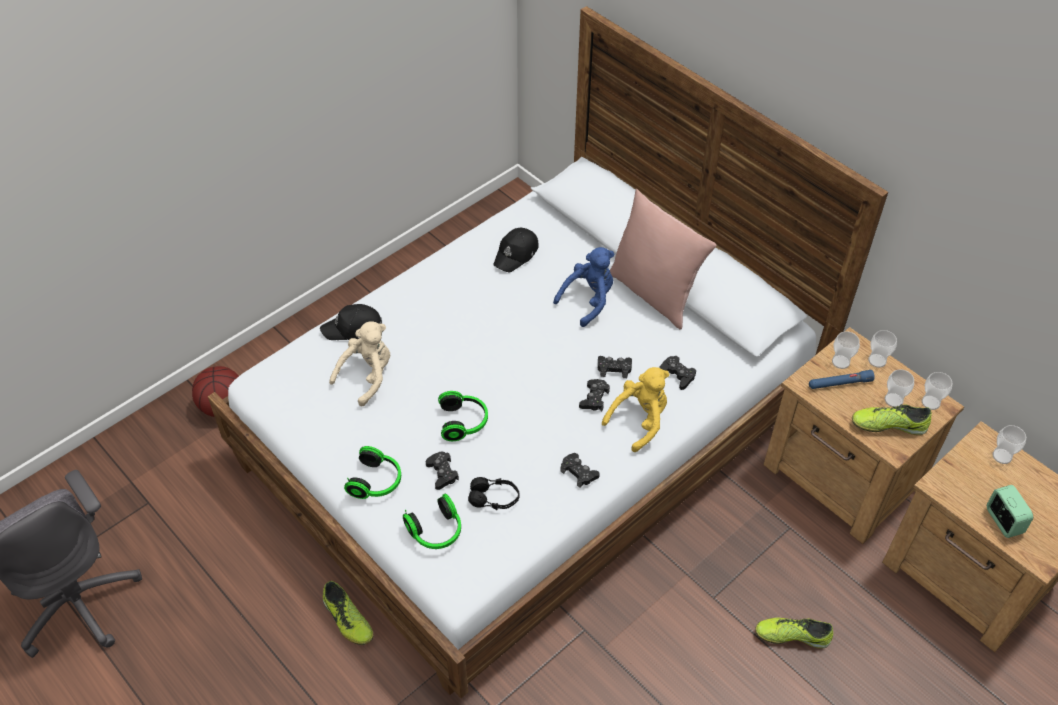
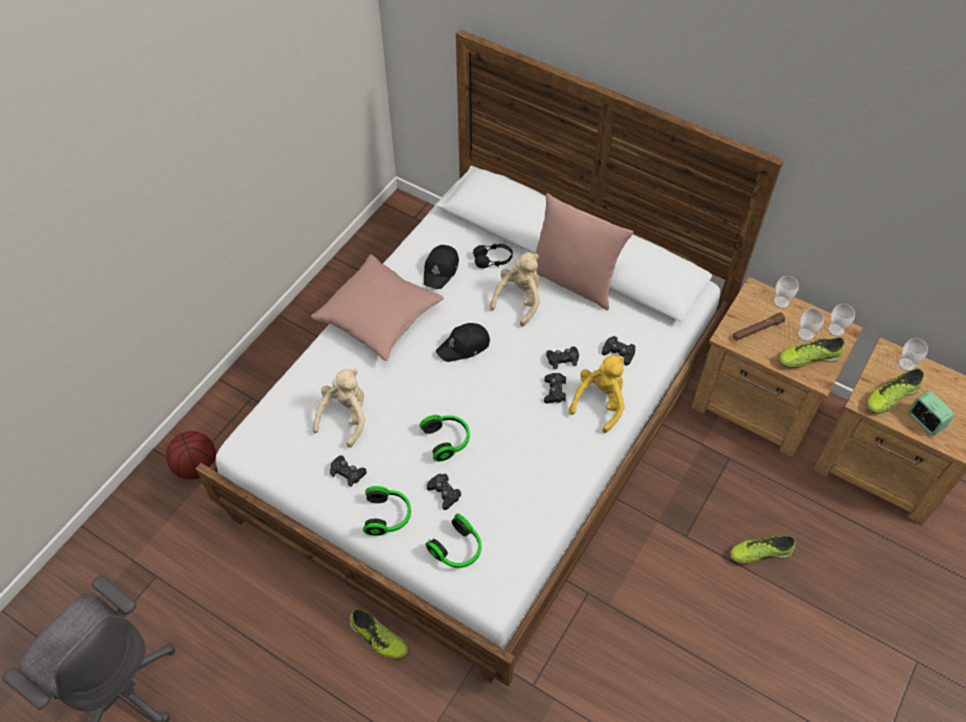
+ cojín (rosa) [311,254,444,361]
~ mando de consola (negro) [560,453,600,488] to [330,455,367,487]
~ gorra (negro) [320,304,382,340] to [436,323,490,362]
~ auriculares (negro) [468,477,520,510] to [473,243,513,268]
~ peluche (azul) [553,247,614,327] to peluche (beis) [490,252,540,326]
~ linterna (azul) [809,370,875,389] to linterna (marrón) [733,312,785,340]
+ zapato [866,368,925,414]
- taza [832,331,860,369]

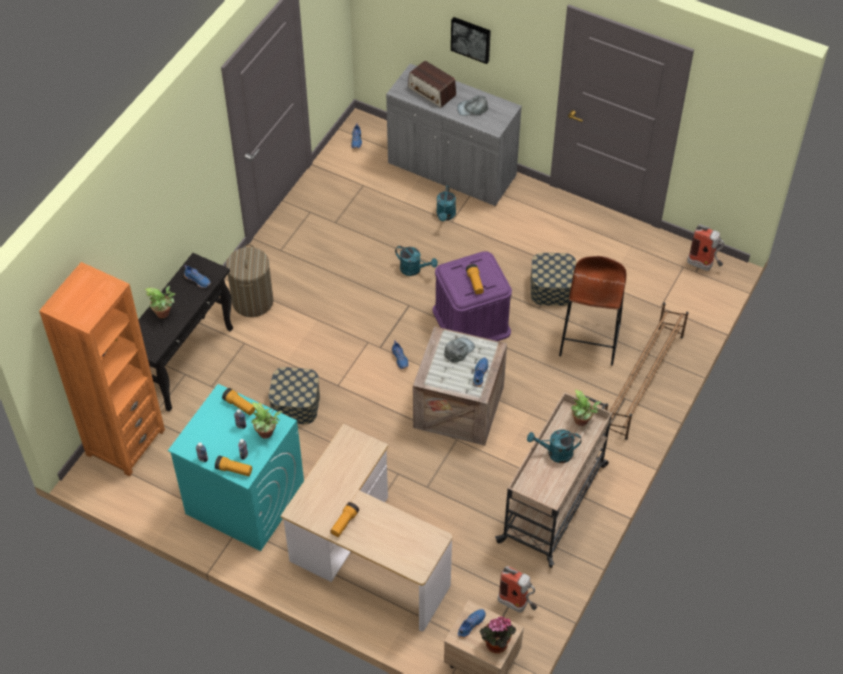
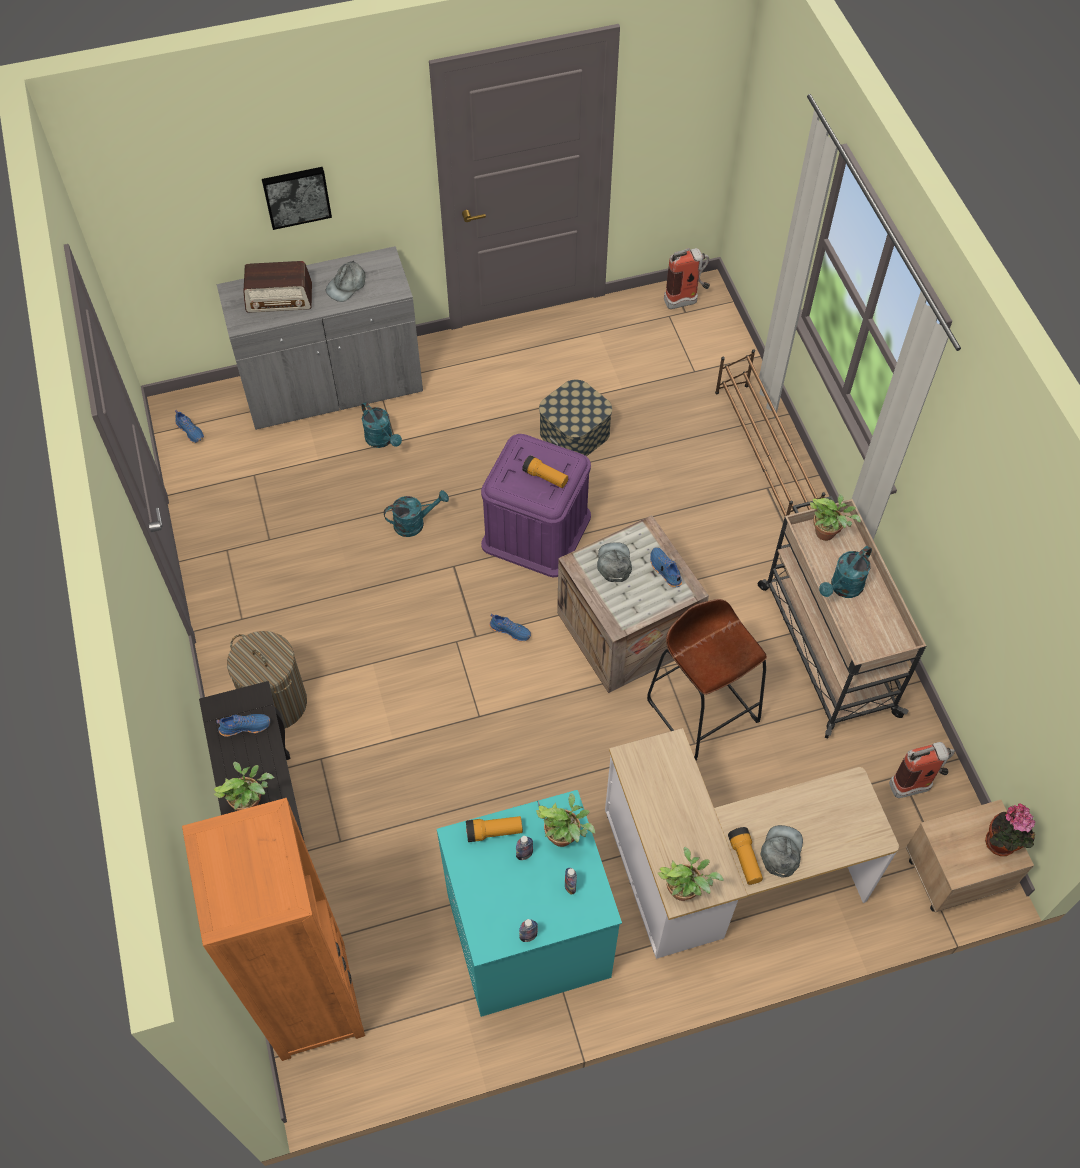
~ taburete (marrón) [559,256,626,366] to [647,599,767,760]
+ planta en maceta [658,847,724,901]
+ gorra (gris) [761,825,803,878]
- linterna [215,456,252,476]
- caja de almacenaje [269,367,320,424]
- zapato (azul) [458,609,486,639]

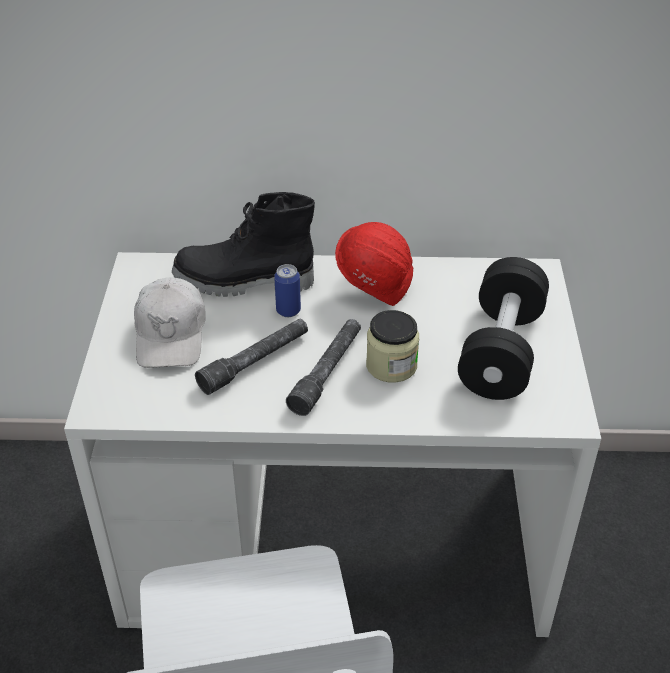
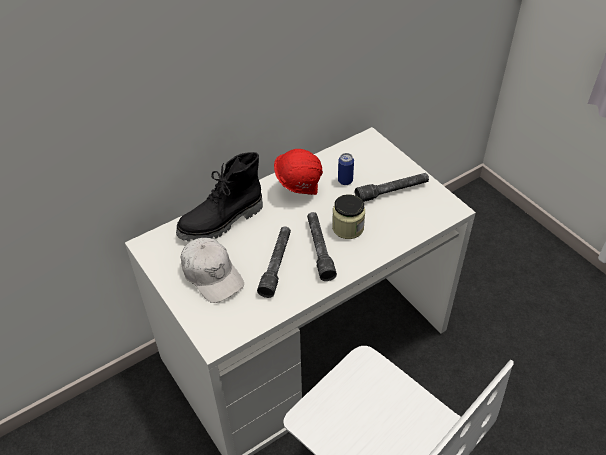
~ lata [274,264,301,317] to [338,153,354,185]
~ mancuerna (negro) [458,257,549,400] to linterna (gris) [355,173,429,202]

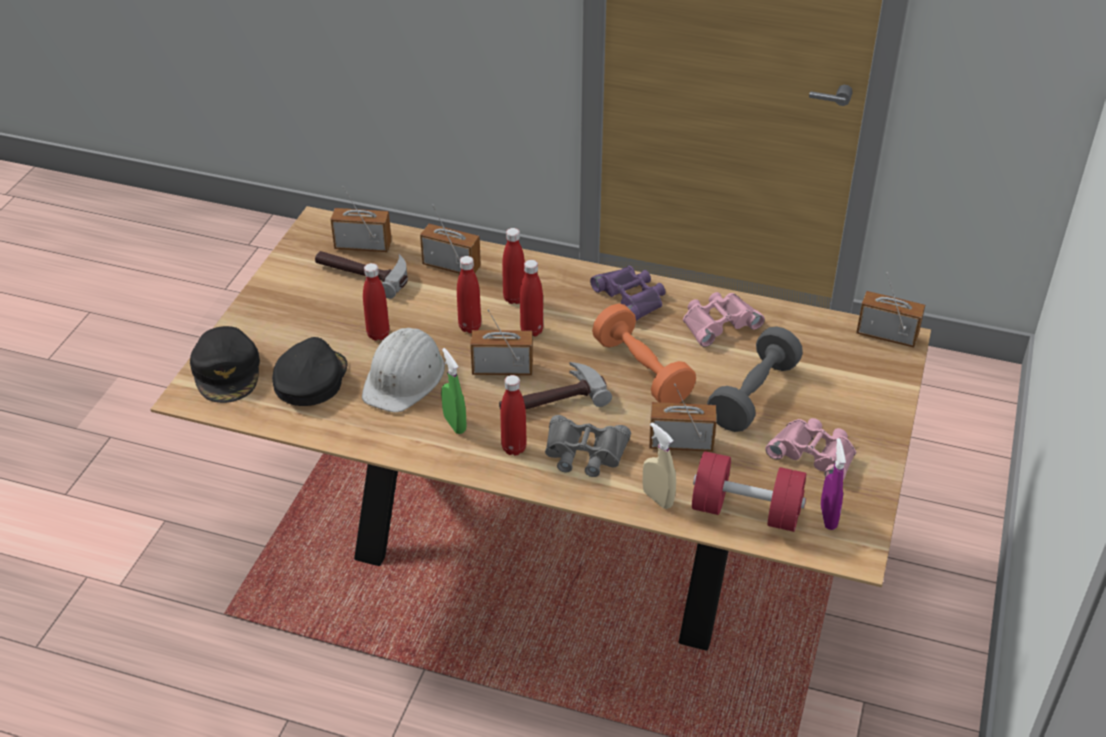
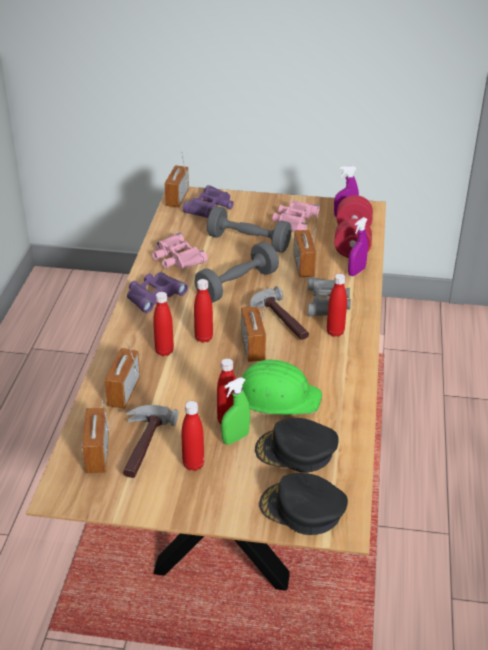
~ botella (rojo) [457,256,481,333] to [182,401,204,471]
+ prismáticos (morado) [183,185,234,218]
~ mancuerna (naranja) [592,304,696,403] to mancuerna (gris) [195,241,279,303]
~ pulverizador (verde) [441,348,466,434] to [221,378,250,445]
~ casco (blanco) [362,328,445,412] to casco (verde) [241,360,322,415]
~ gorra (negro) [190,326,260,403] = [259,473,348,535] 135 degrees counterclockwise
~ pulverizador (beis) [643,422,676,509] to pulverizador (morado) [348,217,368,276]

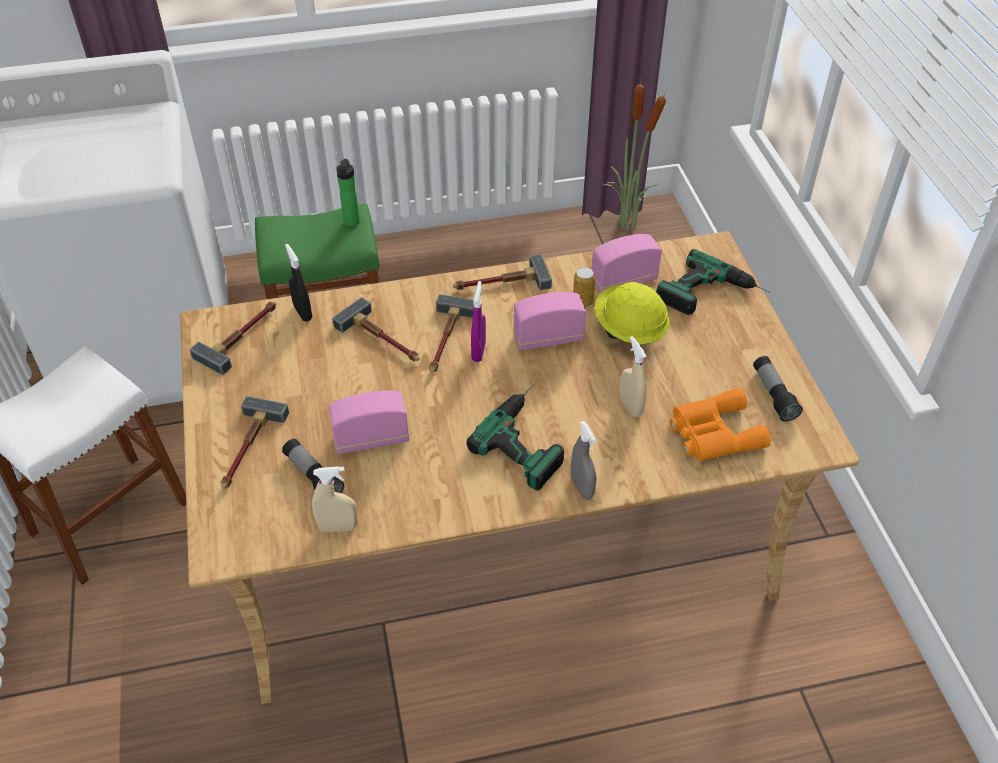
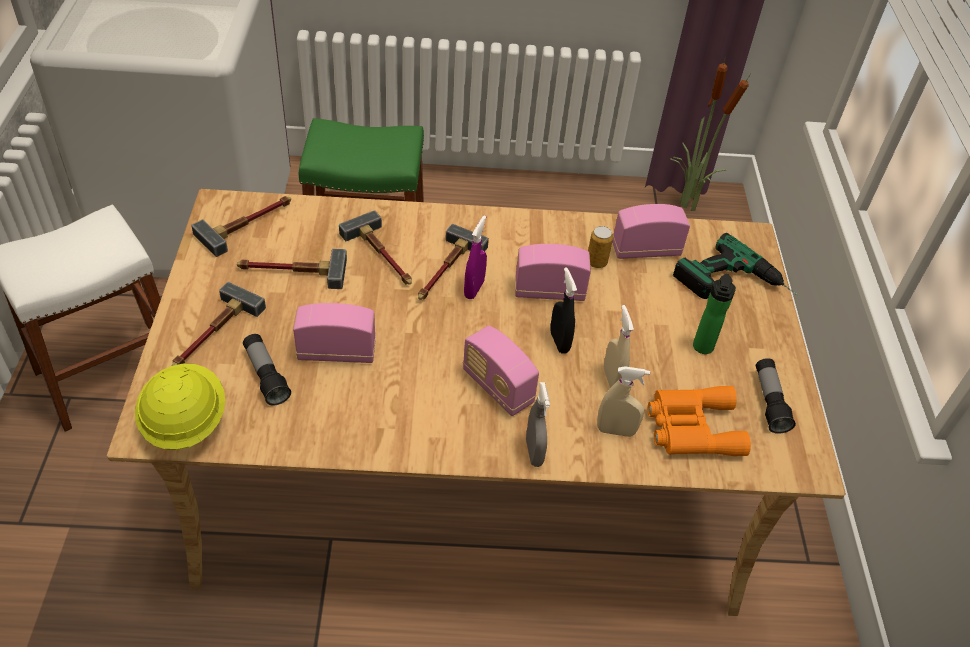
~ casco (amarillo) [595,282,670,344] to [135,363,225,450]
~ martillo [453,254,552,290] to [237,249,347,289]
~ taladro [467,384,564,491] to radio [463,326,539,416]
~ pulverizador (negro) [285,244,312,322] to [550,267,577,354]
~ pulverizador (beis) [312,466,358,532] to [597,366,650,437]
~ botella [336,159,360,227] to [693,274,736,354]

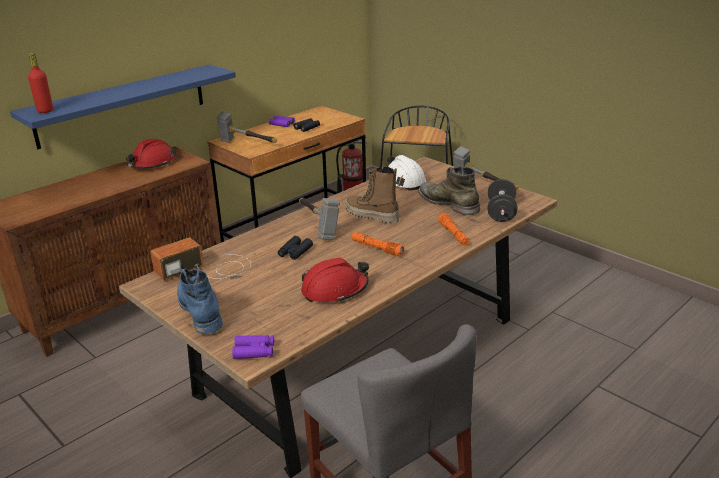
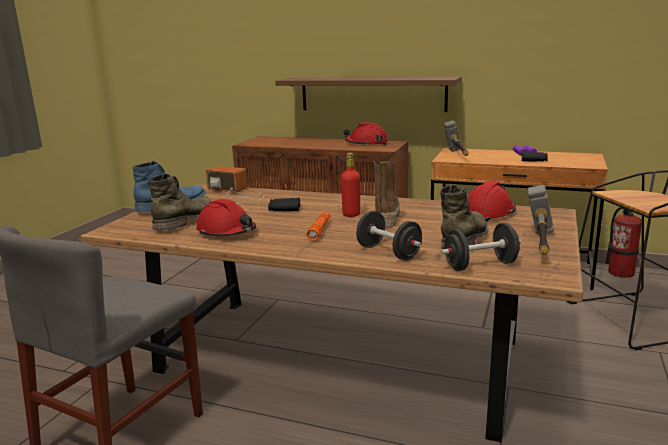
+ bota (verde) [148,173,211,231]
~ estante (azul) [10,64,236,149] to estante (marrón) [275,76,462,112]
~ botella (rojo) [28,53,53,113] to [341,153,360,217]
~ linterna (naranja) [438,213,469,246] to mancuerna (negro) [356,211,422,260]
~ casco (blanco) [386,155,426,191] to casco (rojo) [467,180,516,221]
- prismáticos (morado) [232,335,274,359]
- martillo [299,198,340,240]

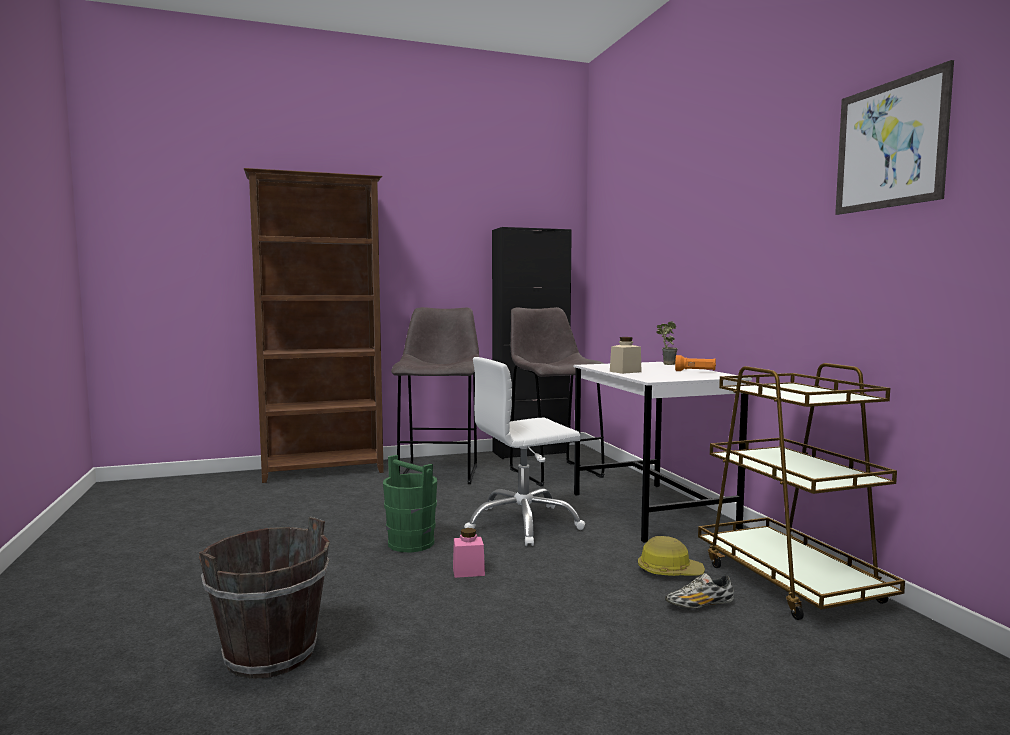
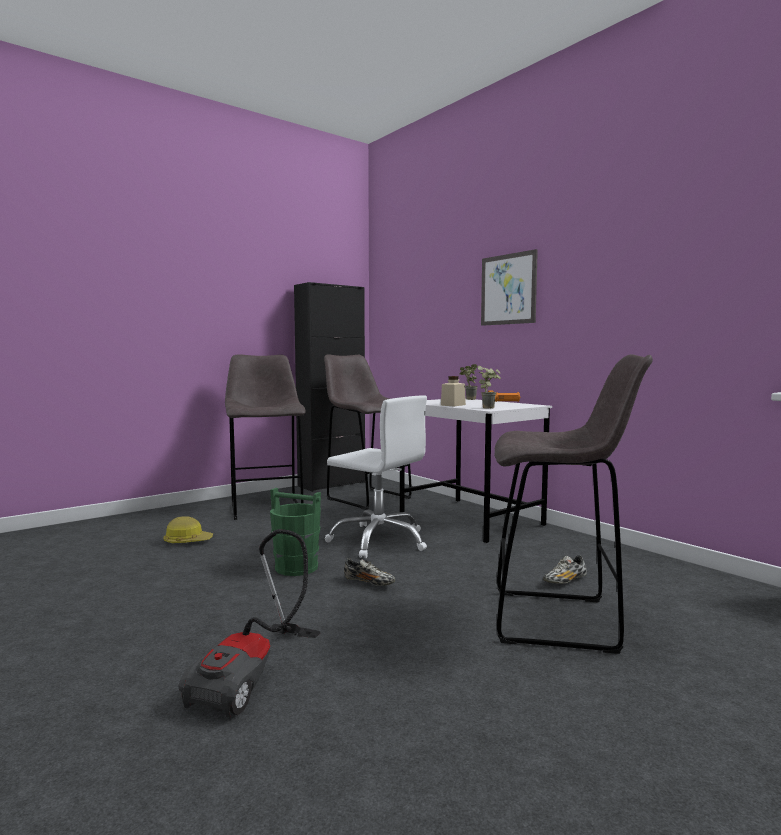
~ casco [638,536,705,576] to [163,516,213,544]
~ cubo (marrón) [199,517,330,679] to aspiradora [178,529,320,718]
~ silla de oficina (blanco) [464,357,585,546] = [325,395,427,558] 105 degrees counterclockwise
~ tarro (rosa) [453,528,485,578] to zapato [344,558,395,586]
+ planta en maceta [477,366,501,409]
~ cuadro [835,60,954,215] to [481,249,538,326]
+ taburete (gris) [494,354,653,654]
- estantería (marrón) [244,168,384,483]
- carrito (marrón) [698,363,905,620]

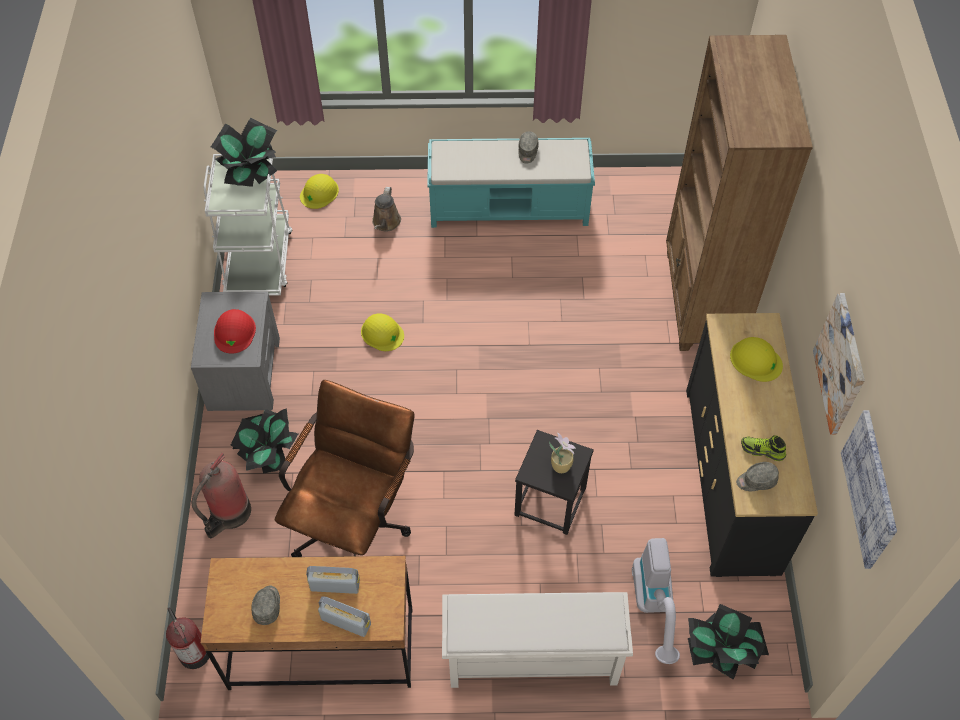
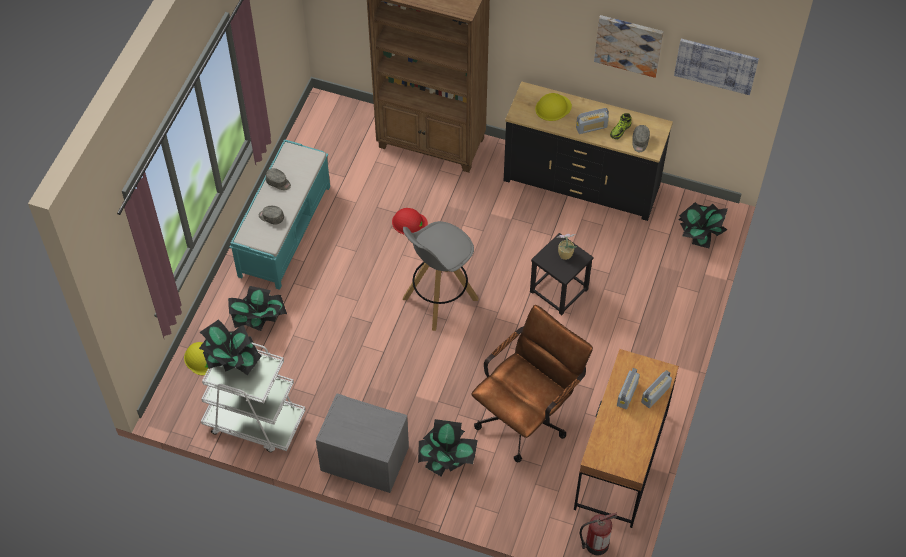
~ regadera (marrón) [372,187,401,231] to planta en maceta [228,286,287,331]
~ gorra (gris) [251,585,280,625] to [259,206,284,225]
~ casco (rojo) [214,309,256,354] to [392,208,428,235]
+ taburete (gris) [403,221,478,331]
~ silla de oficina (marrón) [274,380,414,557] = [471,305,593,462] 90 degrees clockwise
+ radio [576,108,609,134]
- extintor [192,453,251,538]
- casco (amarillo) [361,313,404,351]
- zapatero (blanco) [442,592,633,688]
- aspiradora [632,538,680,664]

